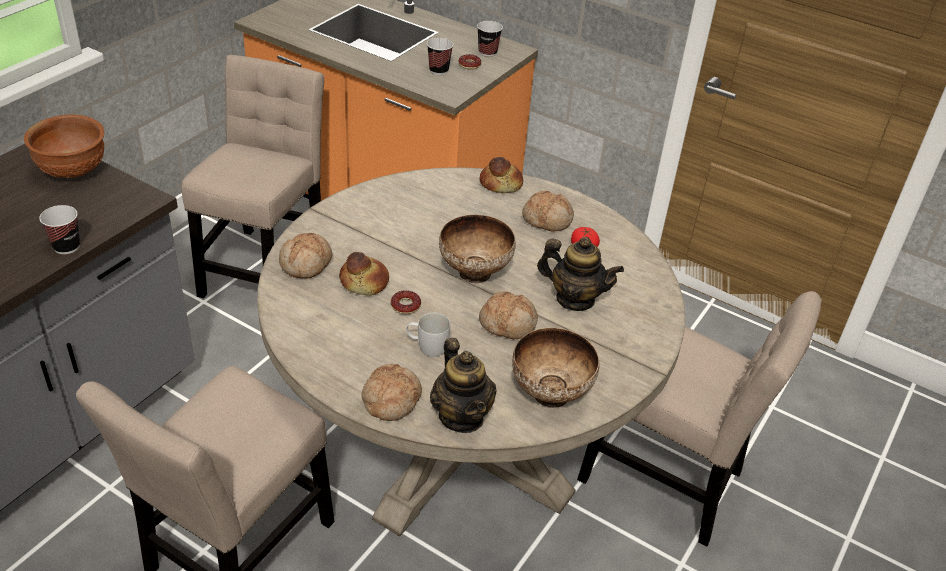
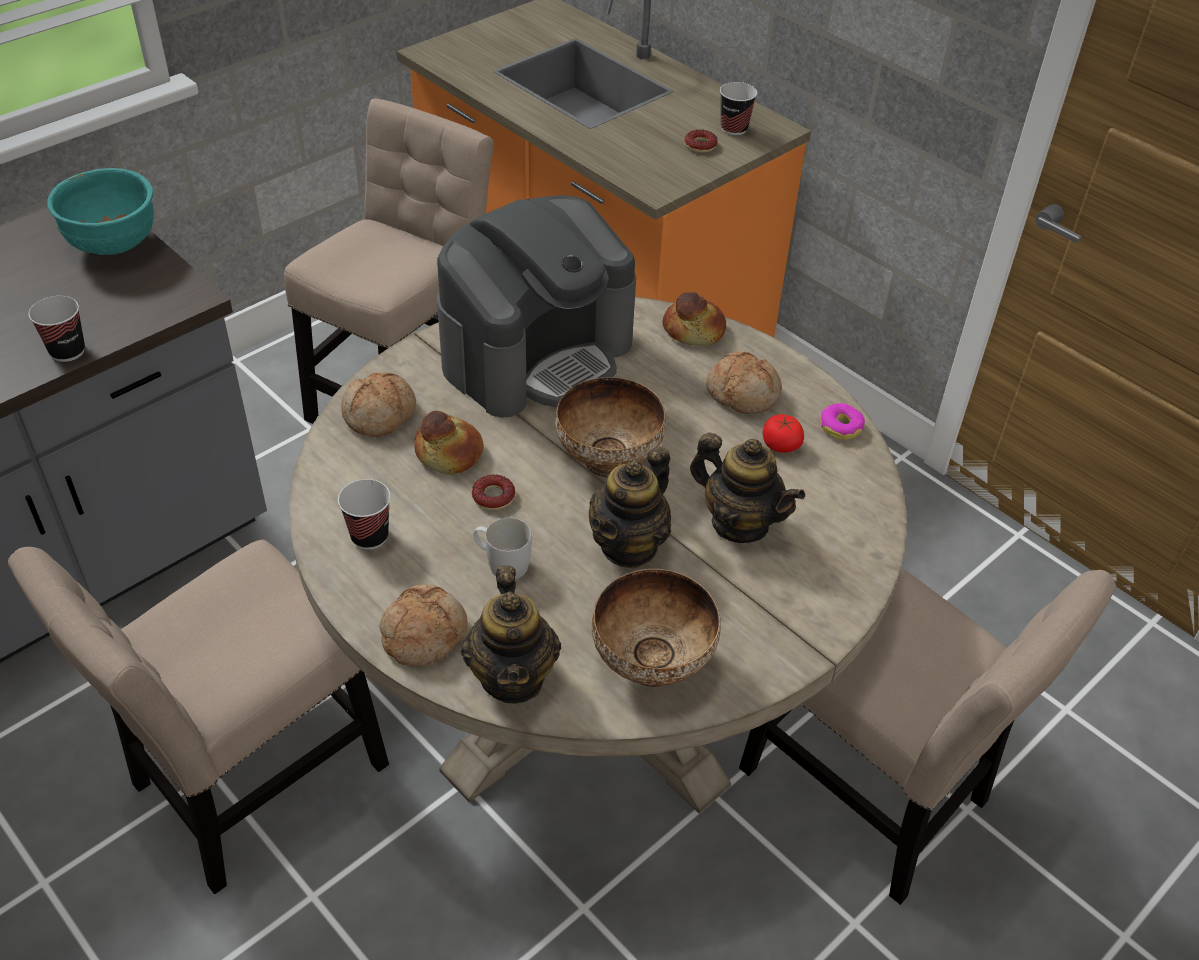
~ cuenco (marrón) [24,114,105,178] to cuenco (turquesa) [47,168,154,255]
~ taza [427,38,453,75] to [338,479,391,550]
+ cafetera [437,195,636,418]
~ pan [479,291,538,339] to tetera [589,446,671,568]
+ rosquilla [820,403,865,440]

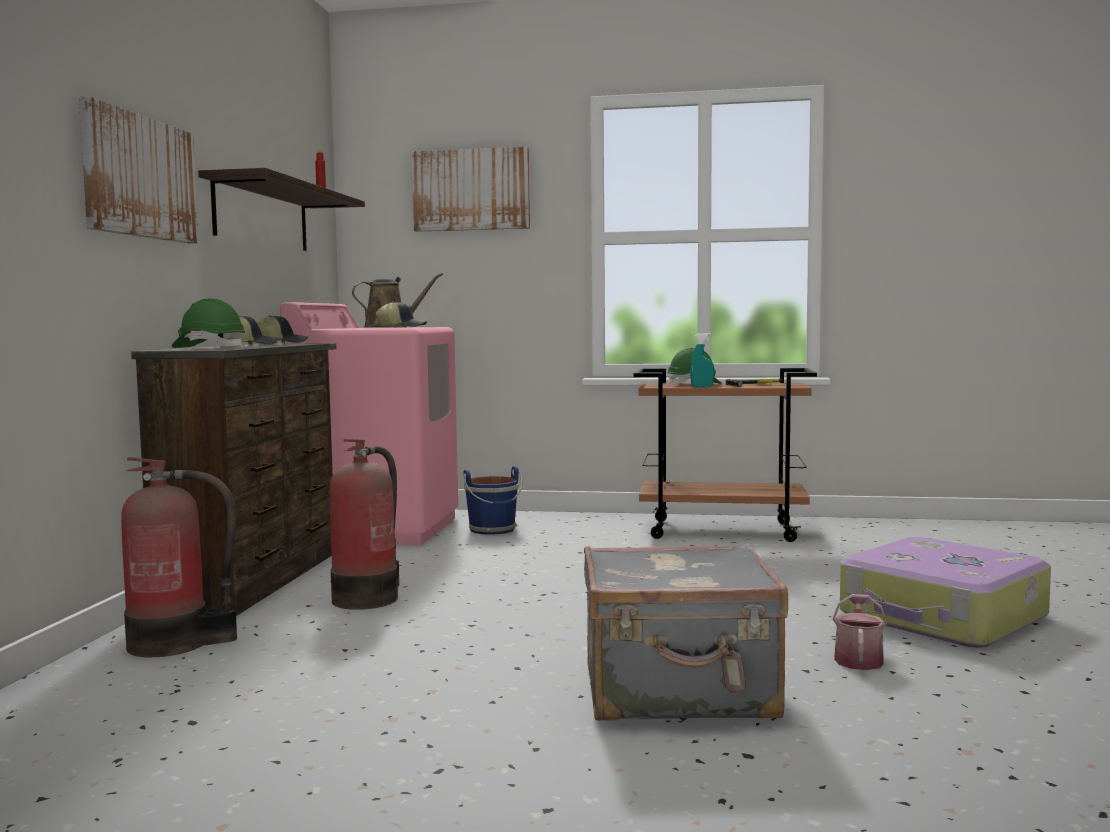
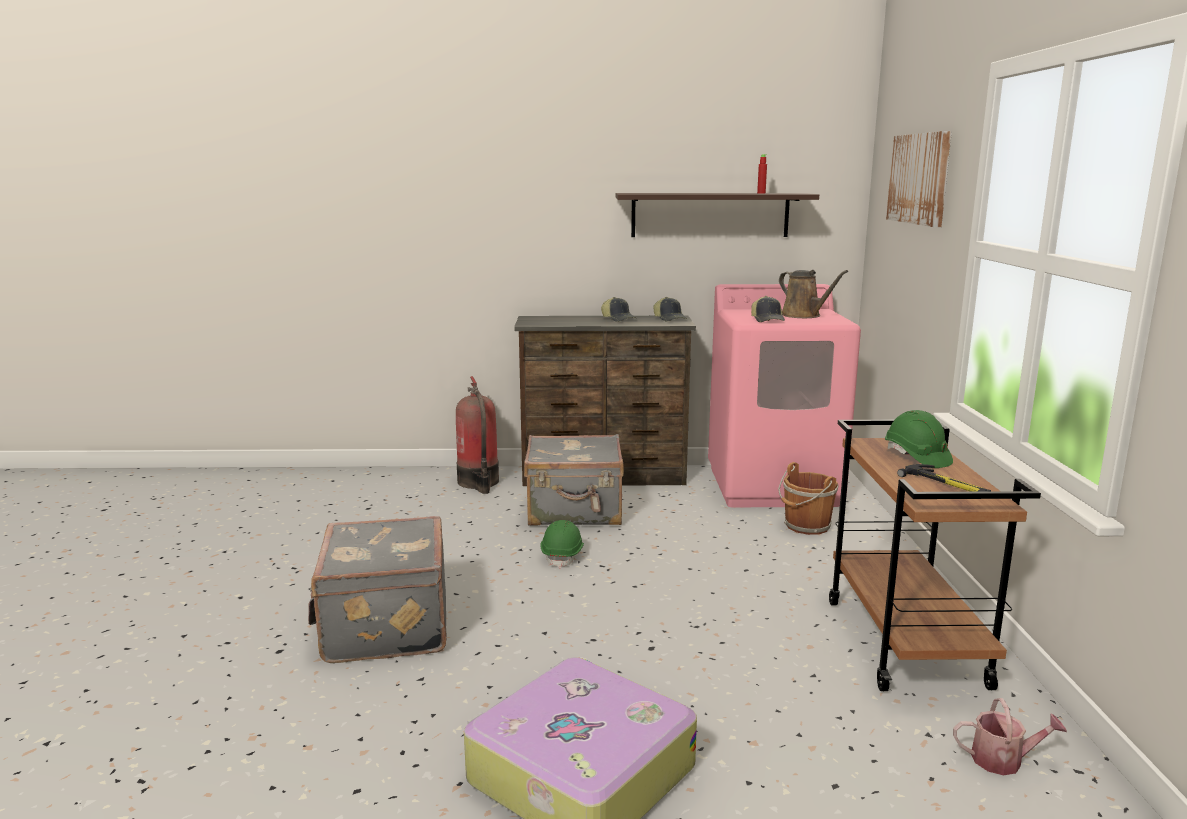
~ extintor [330,439,399,610] to maleta (gris) [524,434,624,526]
~ casco (verde) [171,299,245,348] to [540,520,584,569]
~ cubo (azul) [464,466,522,535] to cubo (marrón) [778,462,838,535]
~ regadera [833,593,887,670] to [953,698,1067,775]
- cuadro [79,96,199,244]
- pulverizador (turquesa) [690,333,714,387]

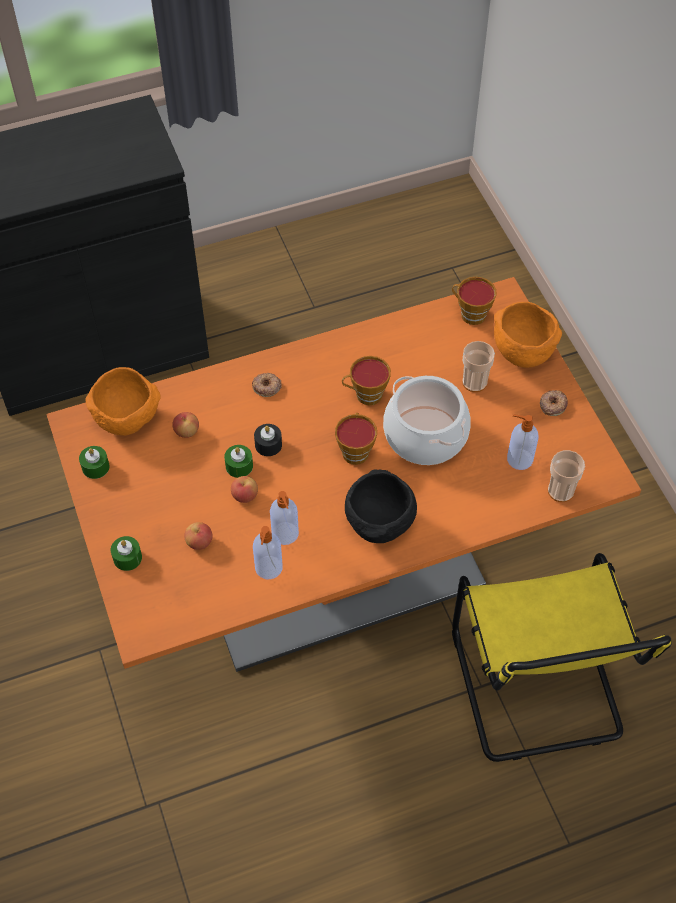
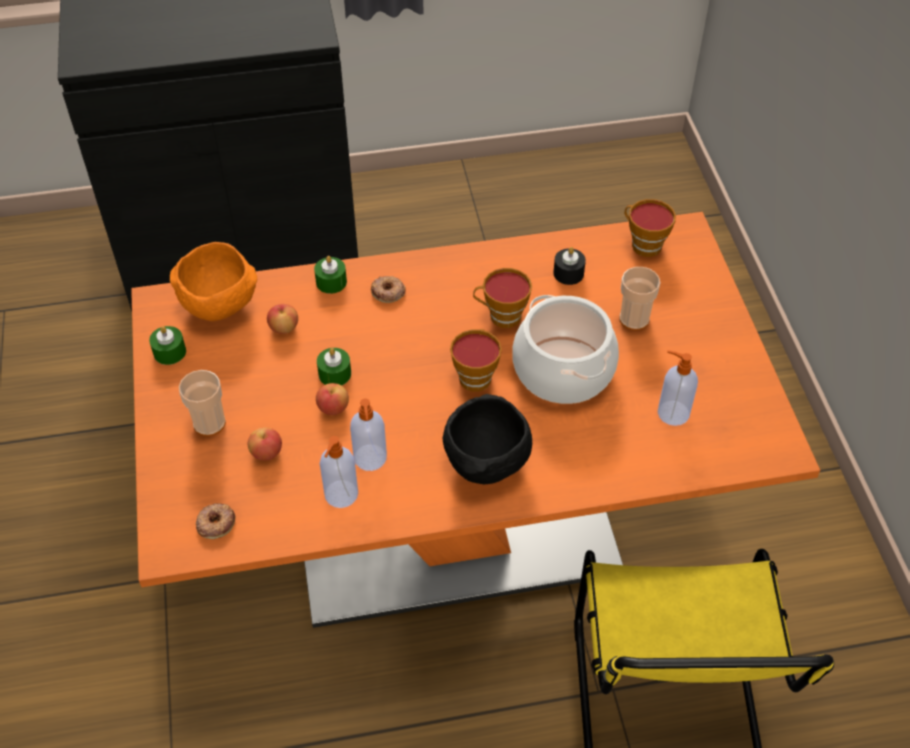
~ taza [548,450,585,502] to [179,370,226,436]
~ rosquilla [540,390,568,416] to [196,503,235,539]
~ vela (verde) [111,536,142,571] to [314,256,347,294]
~ vela (negro) [254,424,282,456] to [553,247,586,285]
- cuenco (naranja) [494,302,562,368]

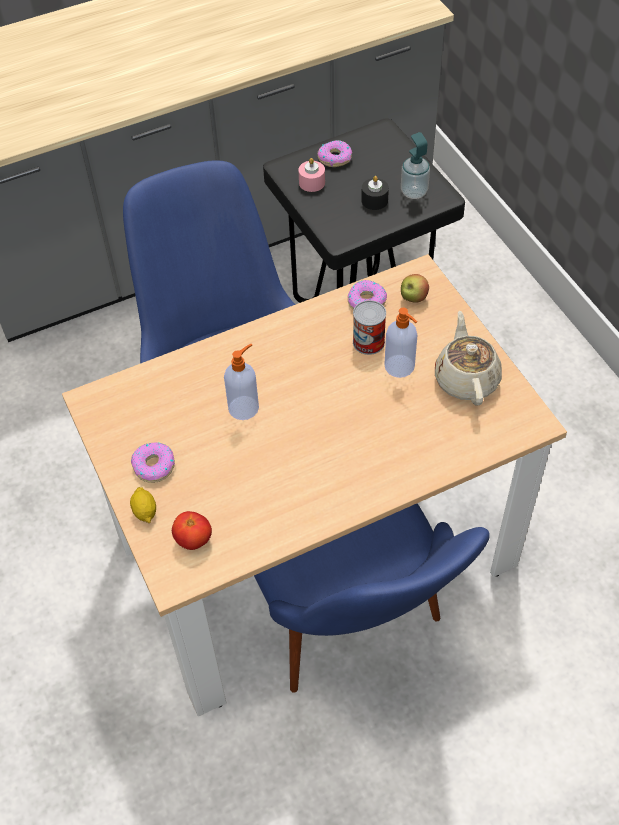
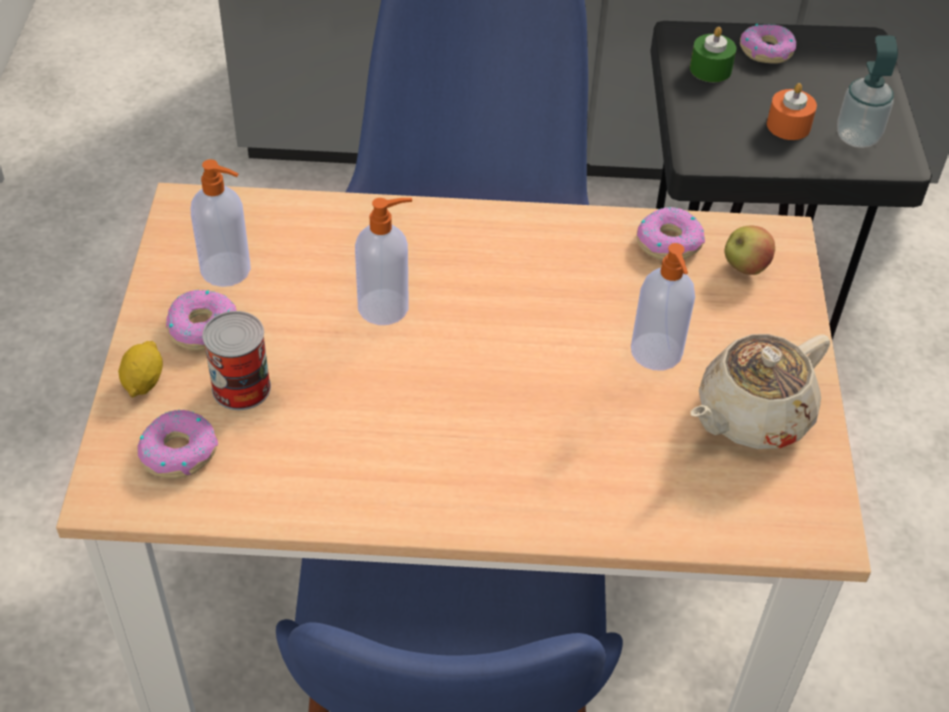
~ tomate [172,511,212,550] to rosquilla [138,410,218,479]
+ dispensador de jabón [191,159,251,287]
~ lata [353,300,386,355] to [202,311,271,410]
~ vela (rosa) [298,158,325,192] to vela (verde) [690,27,736,82]
~ tetera (beis) [435,311,502,406] = [691,334,830,449] 150 degrees counterclockwise
~ vela (negro) [361,176,389,210] to vela (naranja) [767,83,817,140]

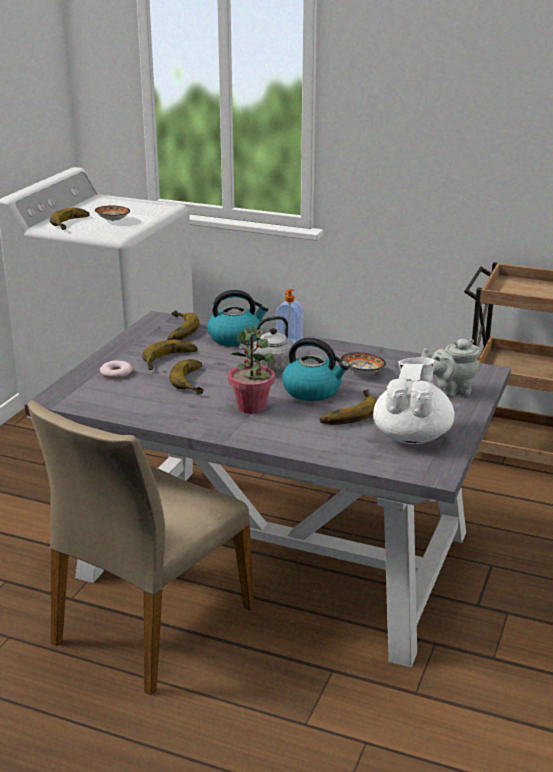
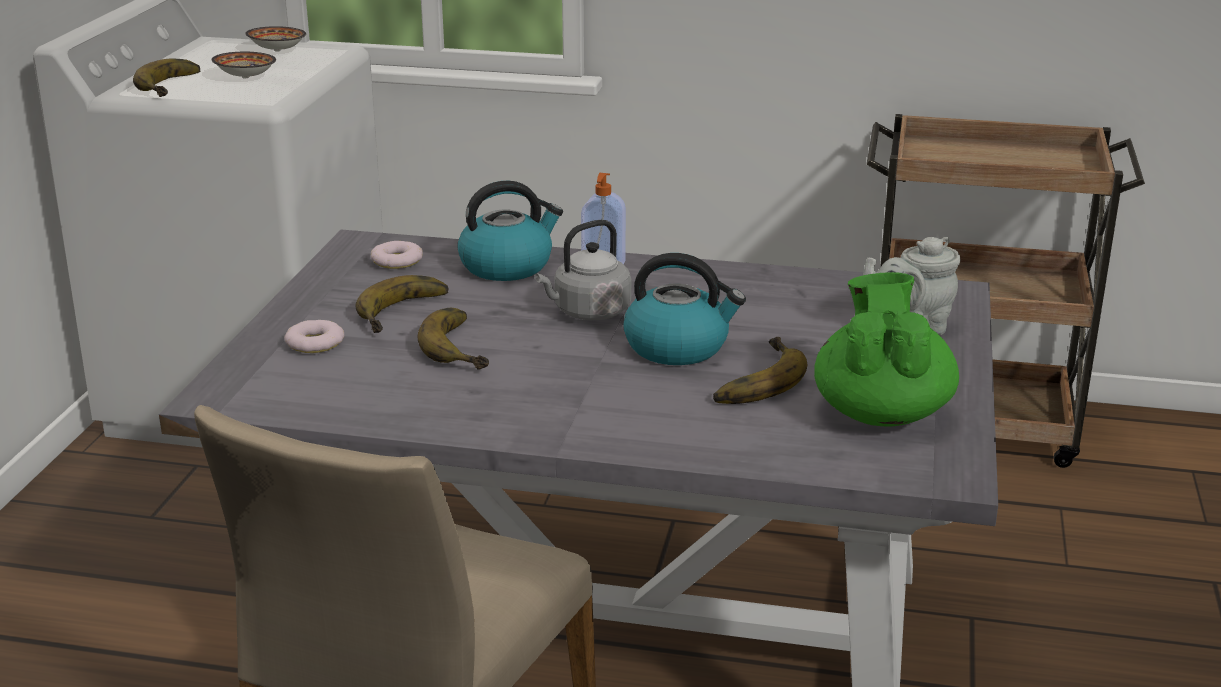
~ cuenco [341,352,386,374] to [245,26,306,52]
~ plátano [167,310,199,340] to rosquilla [371,241,423,269]
~ tetera (blanco) [373,357,455,444] to tetera (verde) [814,272,959,426]
- planta en maceta [228,325,275,414]

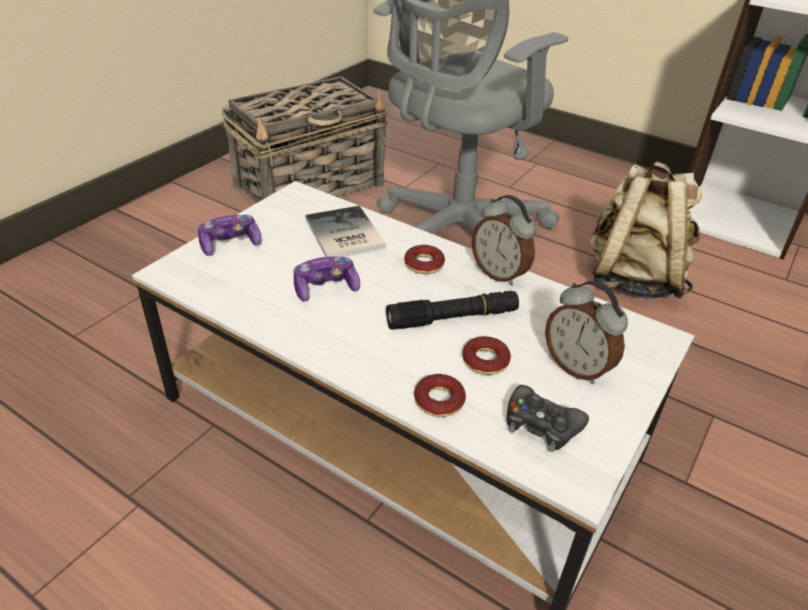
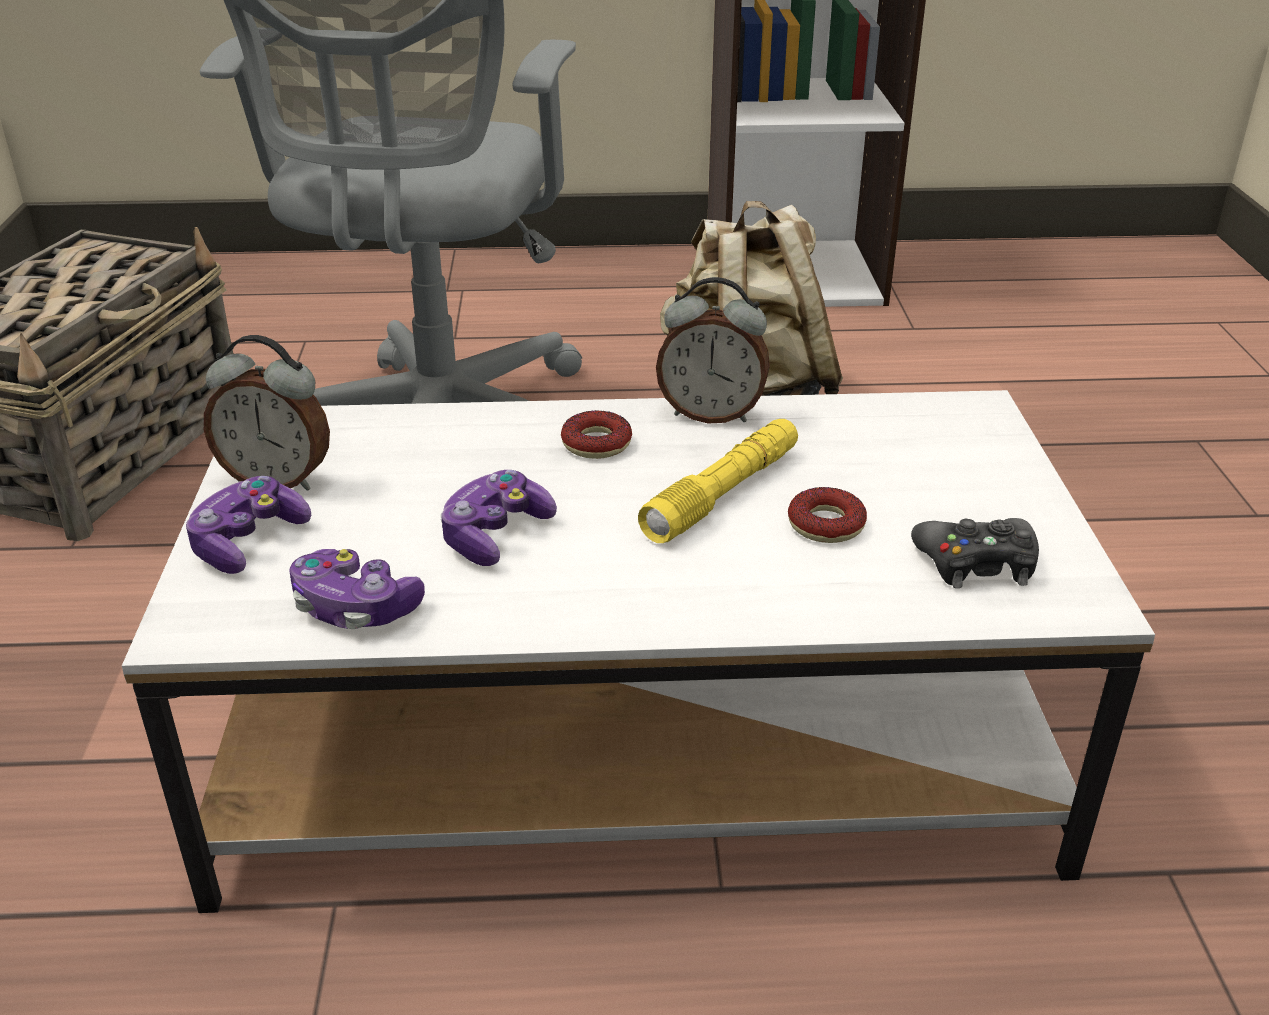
~ despertador [545,281,628,384] to [204,335,330,491]
+ mando de consola [290,549,425,629]
~ linterna (negro) [386,291,519,330] to linterna (amarillo) [638,419,798,543]
- libro [305,206,386,257]
- rosquilla [414,374,466,417]

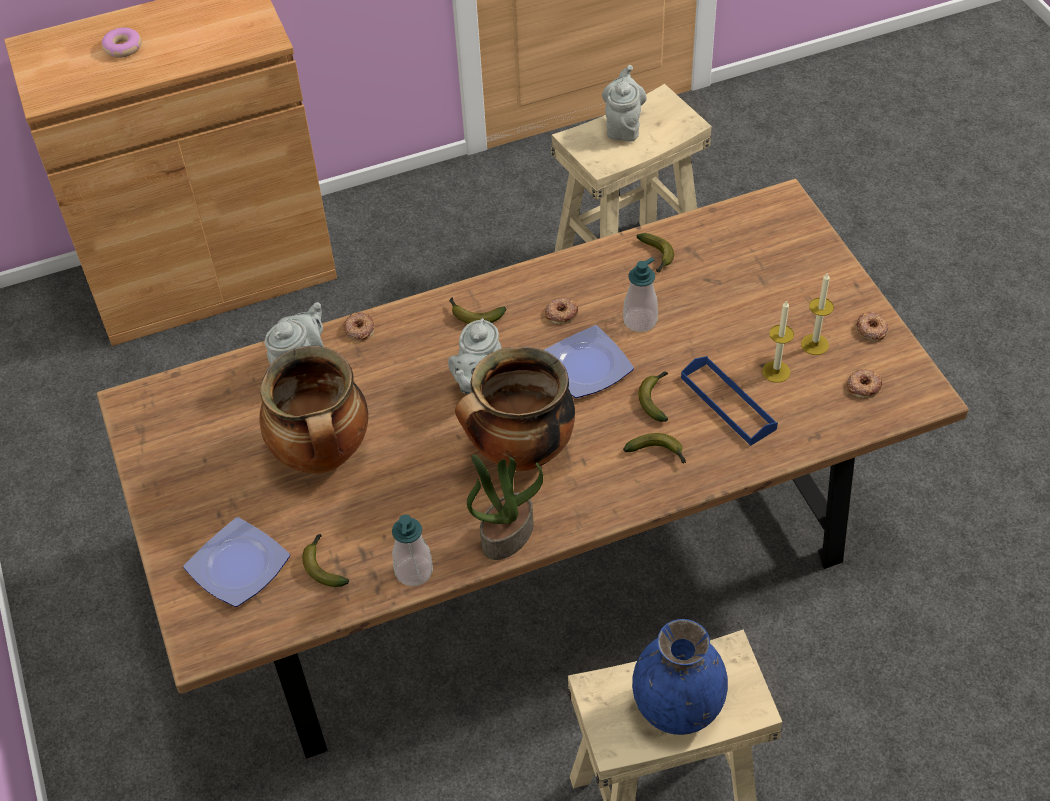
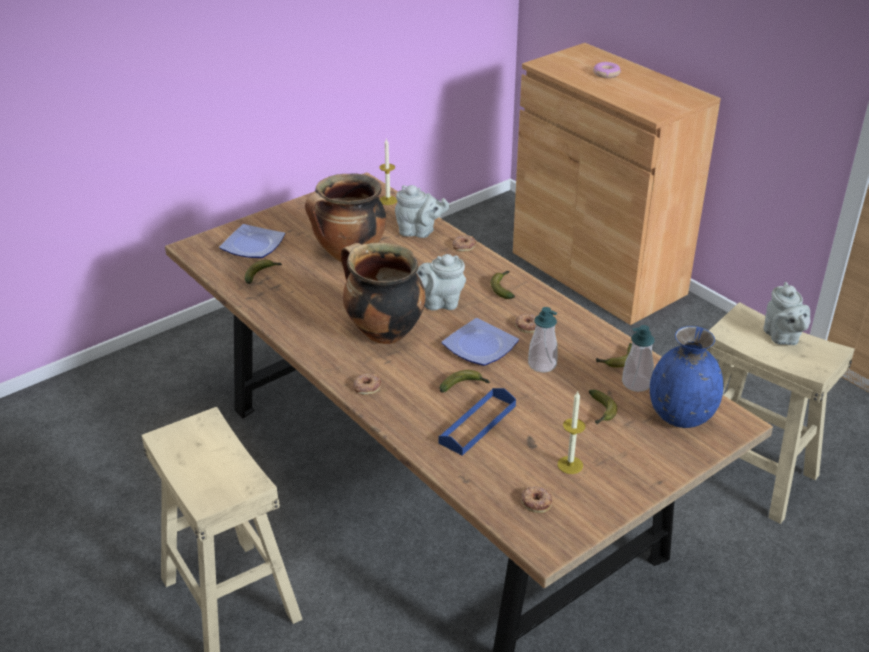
~ rosquilla [856,312,889,341] to [353,373,382,395]
~ vela [762,300,794,383] to [379,138,397,205]
~ plátano [623,433,686,463] to [589,390,617,424]
~ dispensador de jabón [392,515,433,586] to [622,325,655,392]
~ florero (azul) [632,619,728,735] to [650,326,724,428]
~ tetera (gris) [602,65,647,142] = [763,282,810,345] 90 degrees clockwise
- planta en maceta [467,454,543,560]

